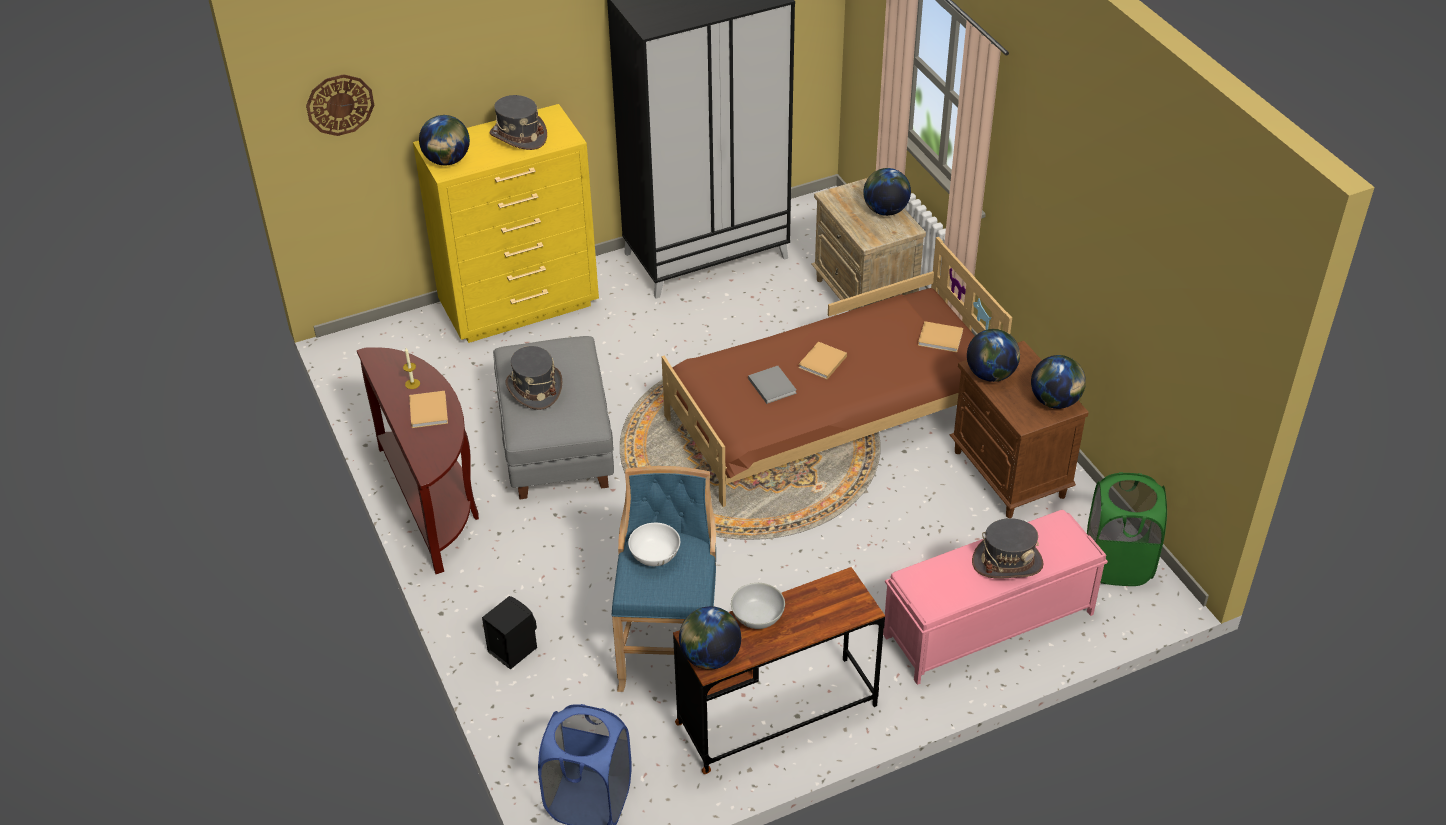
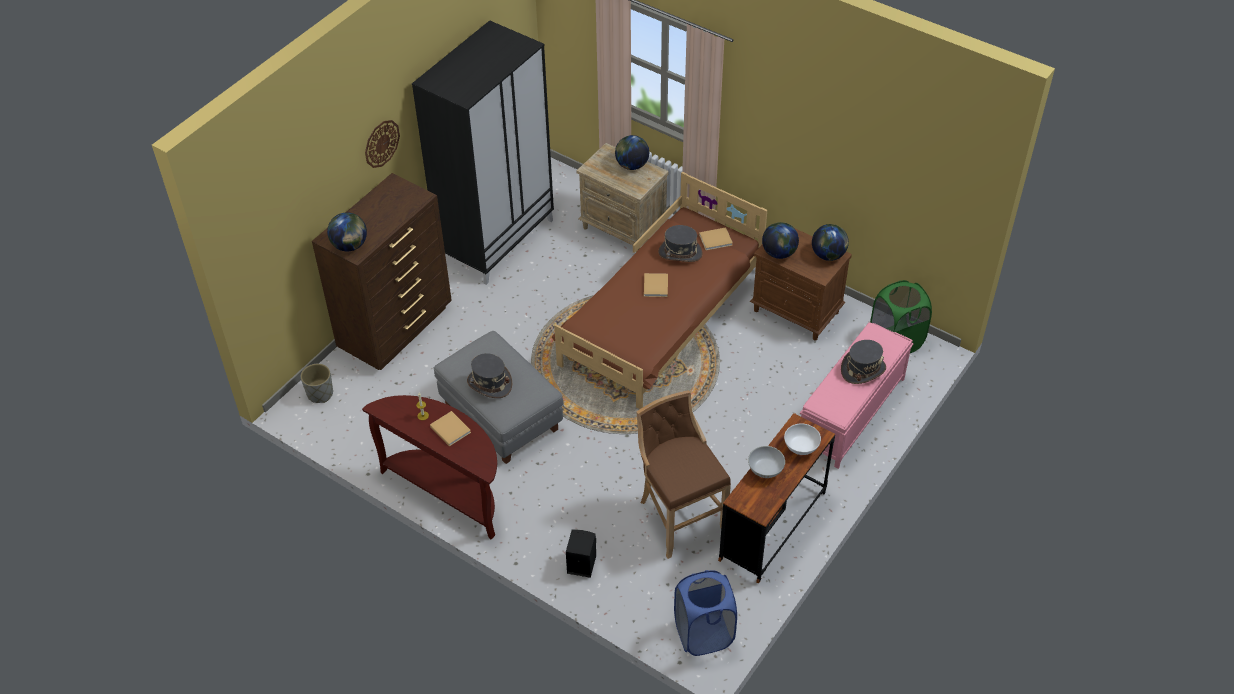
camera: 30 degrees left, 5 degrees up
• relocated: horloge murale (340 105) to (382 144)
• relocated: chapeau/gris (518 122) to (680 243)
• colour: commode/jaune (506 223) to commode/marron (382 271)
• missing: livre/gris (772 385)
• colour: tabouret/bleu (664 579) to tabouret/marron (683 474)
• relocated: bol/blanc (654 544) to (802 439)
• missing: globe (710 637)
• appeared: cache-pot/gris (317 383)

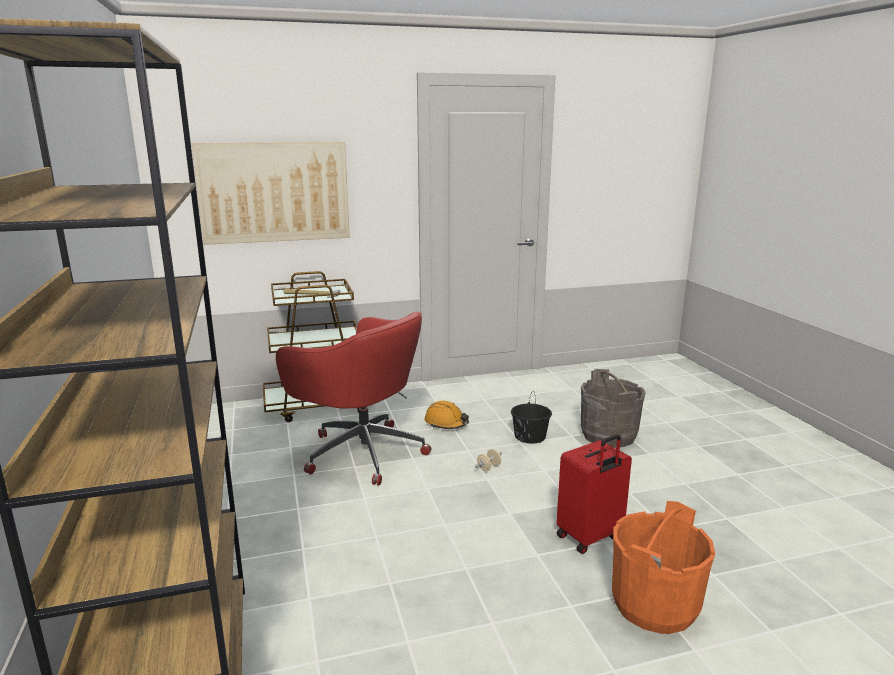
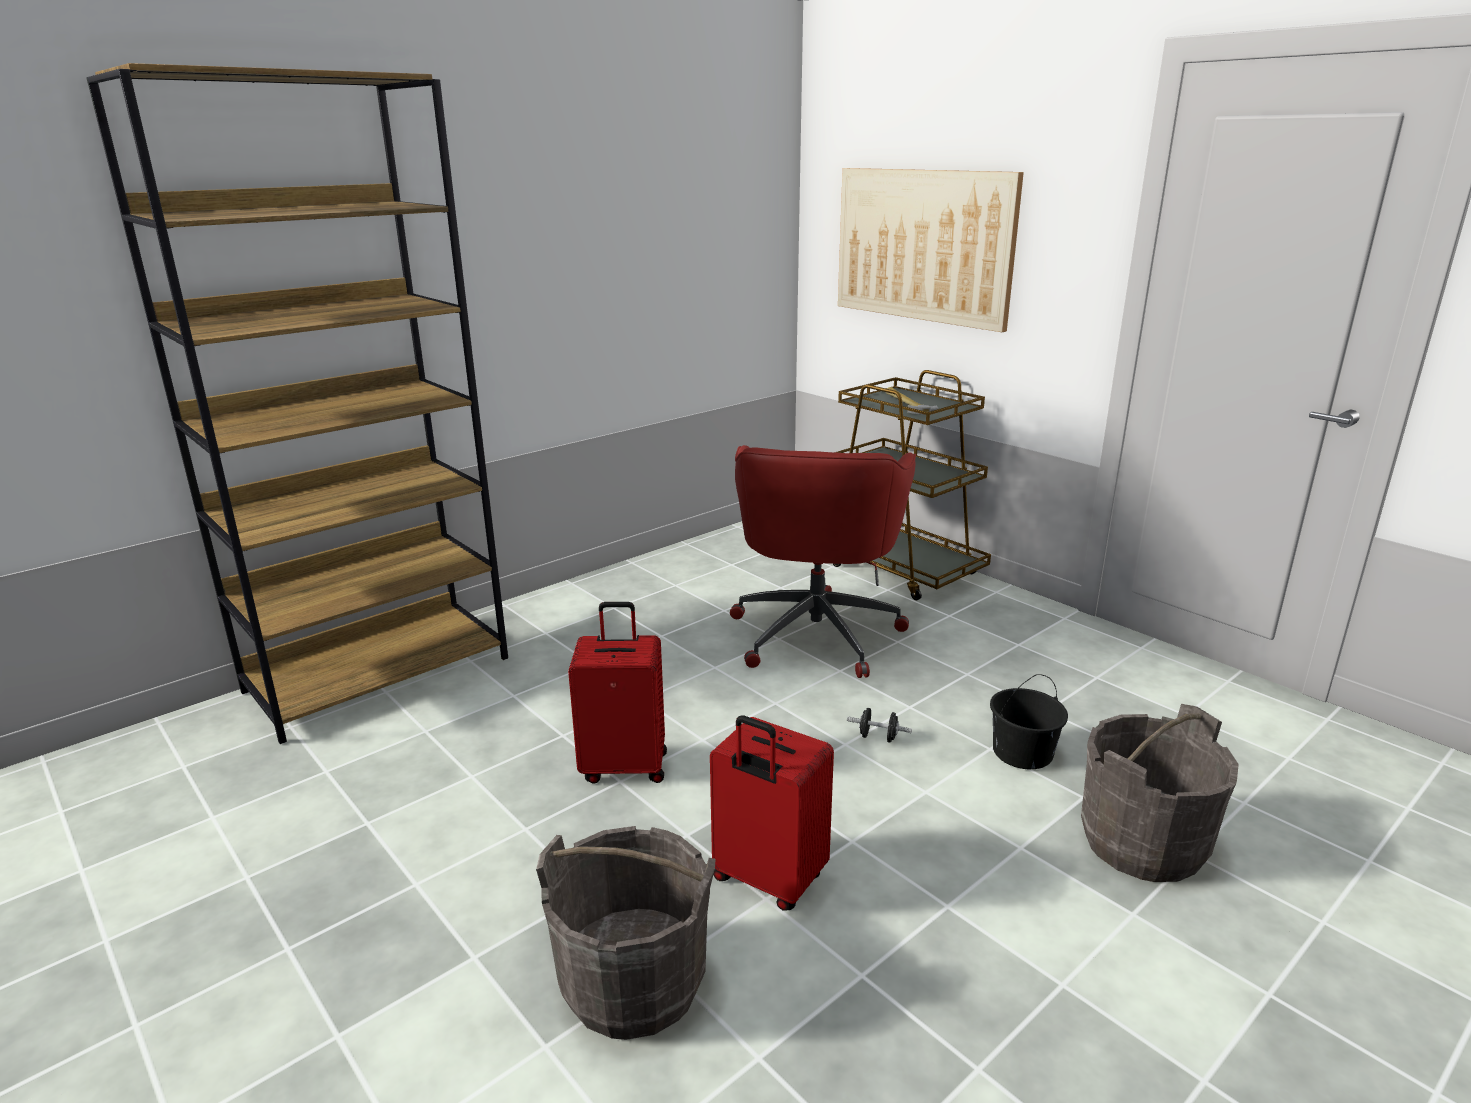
camera: 65 degrees right, 5 degrees up
• missing: casque de chantier/orange (447 415)
• colour: haltère/beige (488 460) to haltère/noir (879 725)
• colour: seau/orange (663 567) to seau/gris (626 933)
• appeared: valise/rouge (617 693)

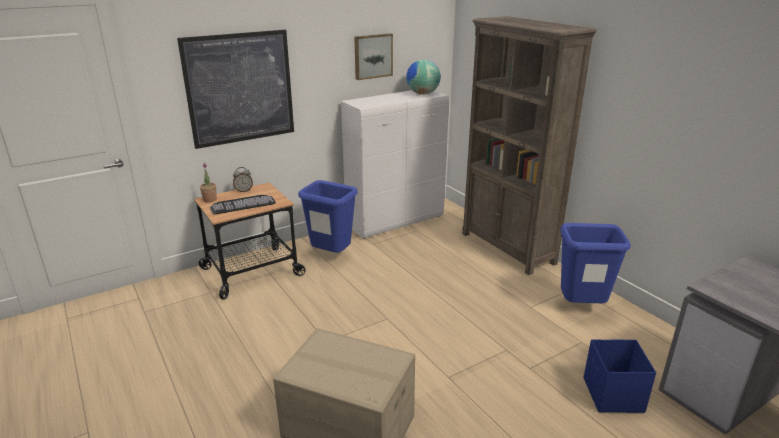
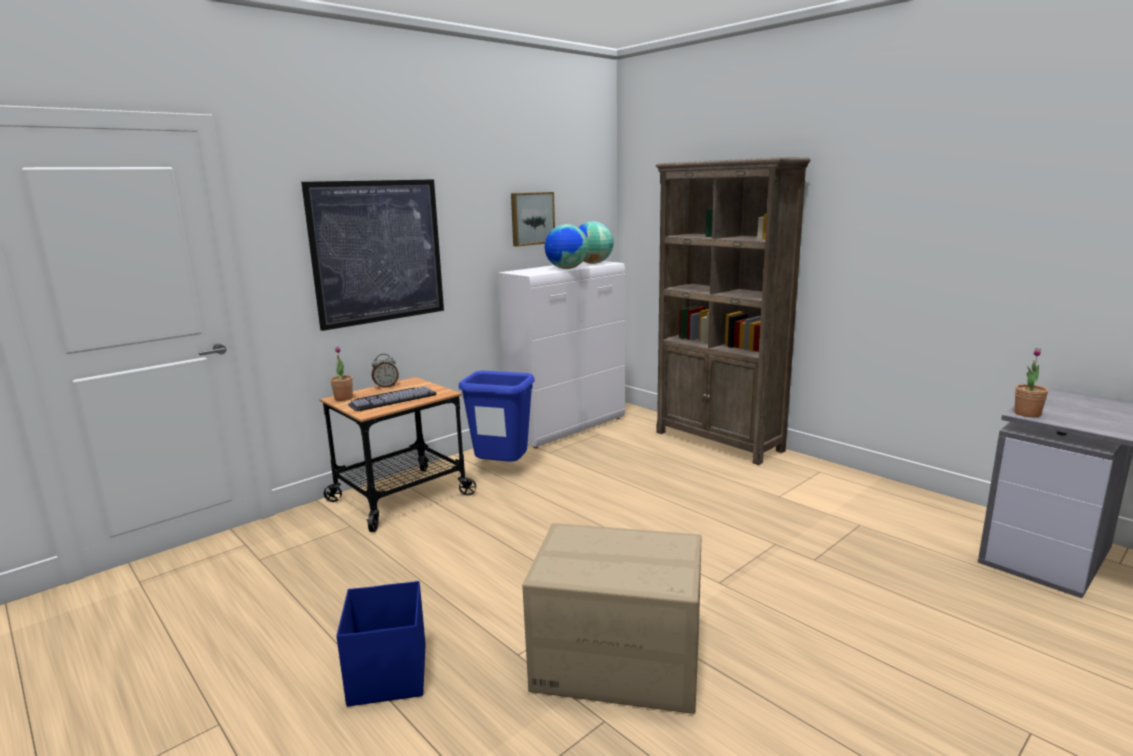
camera: 10 degrees left, 10 degrees down
• missing: poubelle/bleu (595 263)
• relocated: boîte de rangement/bleu (619 376) to (381 644)
• appeared: globe (566 246)
• appeared: plante en pot (1031 382)

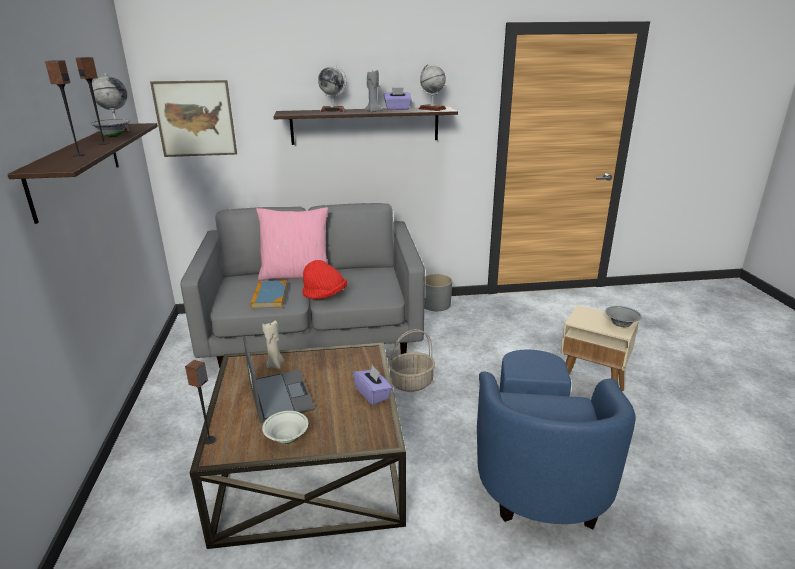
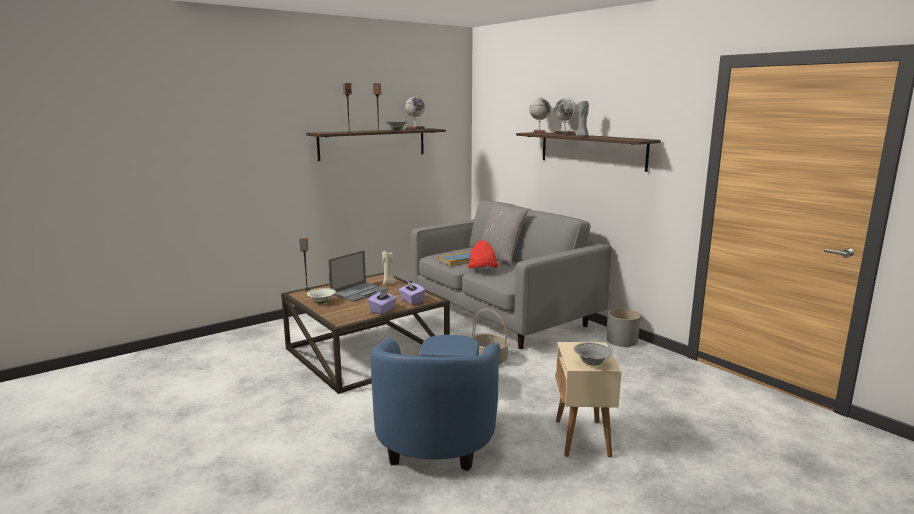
camera: 60 degrees right, 10 degrees down
• relocated: globe (432 87) to (540 115)
• missing: tableau (193 118)
• relocated: boîte à mouchoirs/violet (398 99) to (412 293)
• colour: coussin/rose (292 243) to coussin/gris (504 234)
• spun: fauteuil/bleu (556 439) = (435 403) 60 degrees counterclockwise

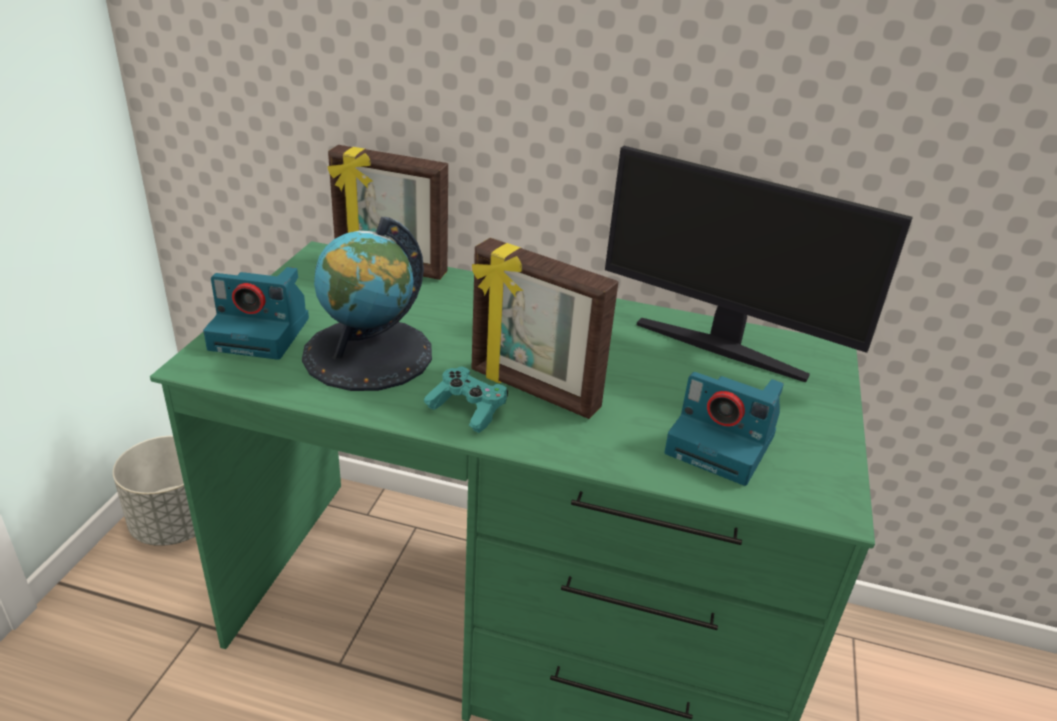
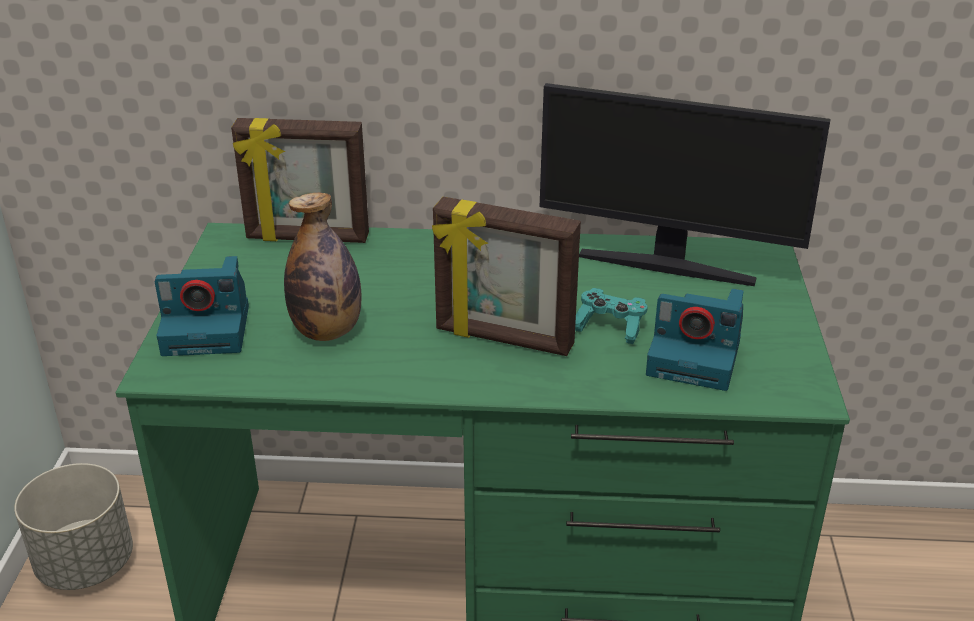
camera: 10 degrees left, 0 degrees up
• exchanged: globe (367 304) to bouteille (322 267)
• relocated: manette/turquoise (466 399) to (611 316)

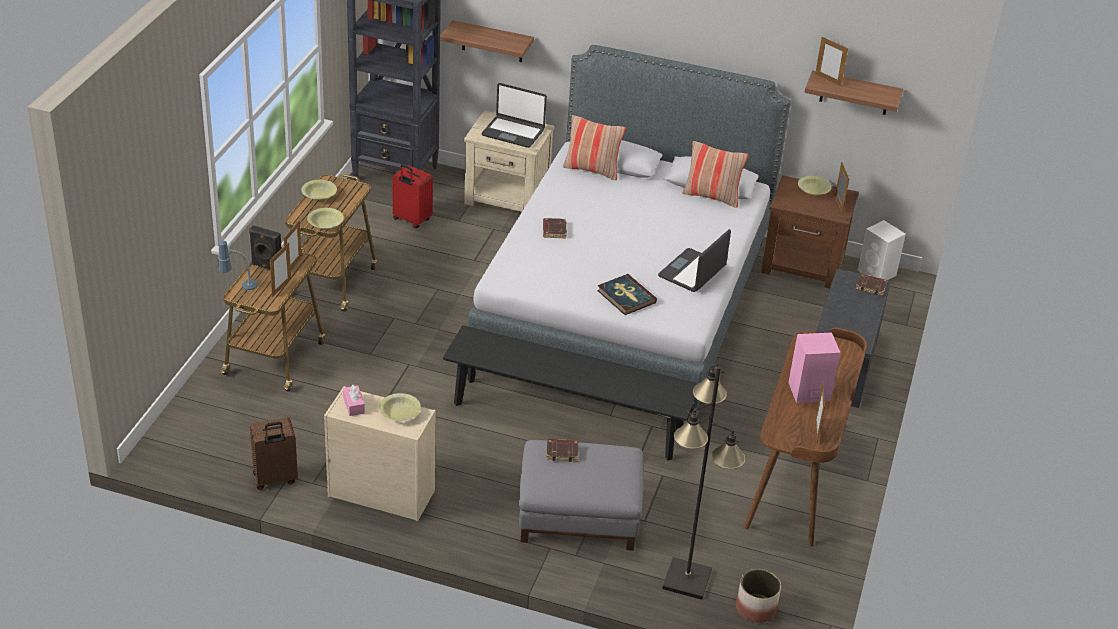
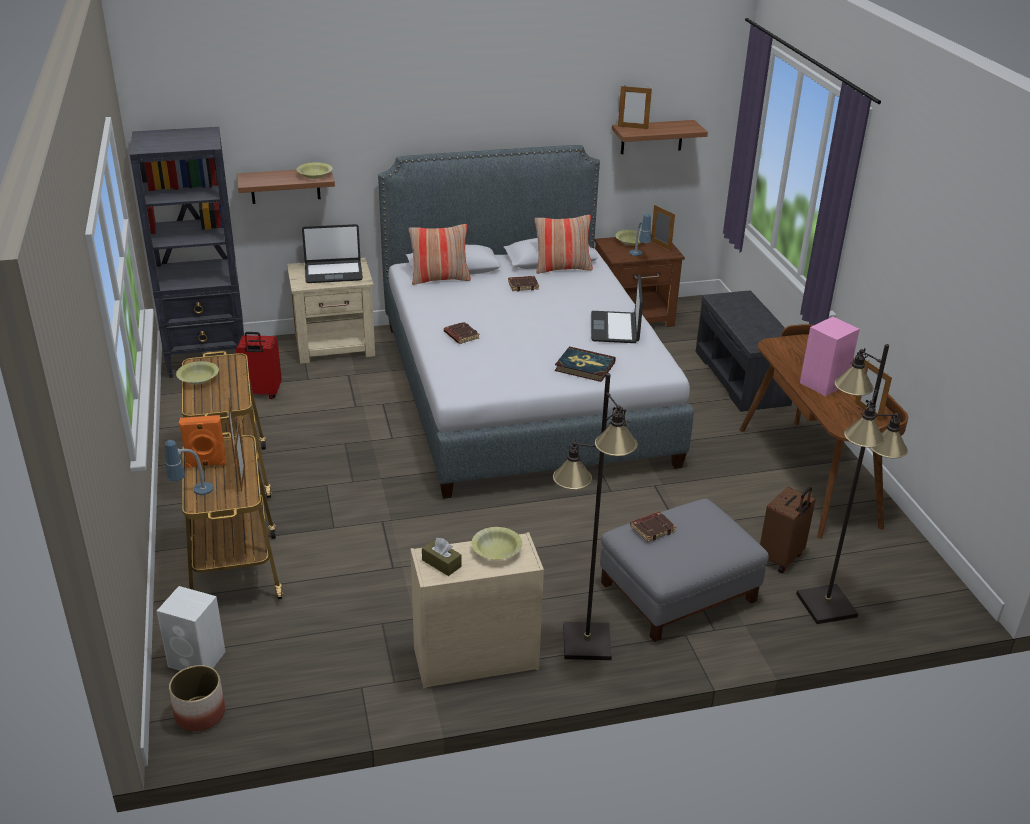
camera: 30 degrees left, 5 degrees down
• relocated: bol/jaune (325 218) to (314 170)
• relocated: enceinte/blanc (882 250) to (191 628)
• colour: enceinte/noir (265 247) to enceinte/orange (202 441)
• relocated: livre/marron (872 284) to (523 283)
• missing: banc/noir (570 392)
• colour: boîte à mouchoirs/rose (354 400) to boîte à mouchoirs/marron (442 557)
• relocated: valise/marron (274 453) to (788 530)
• relocated: cache-pot (758 596) to (197 698)
• appeared: lampe de table (640 234)
• appeared: lampadaire/noir (595 516)

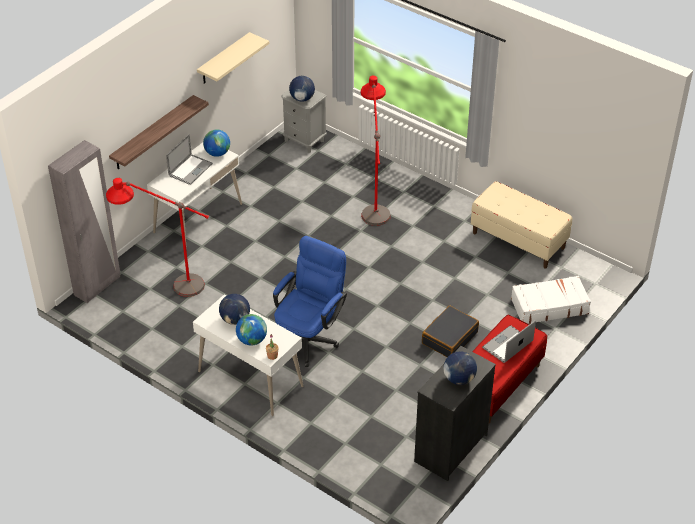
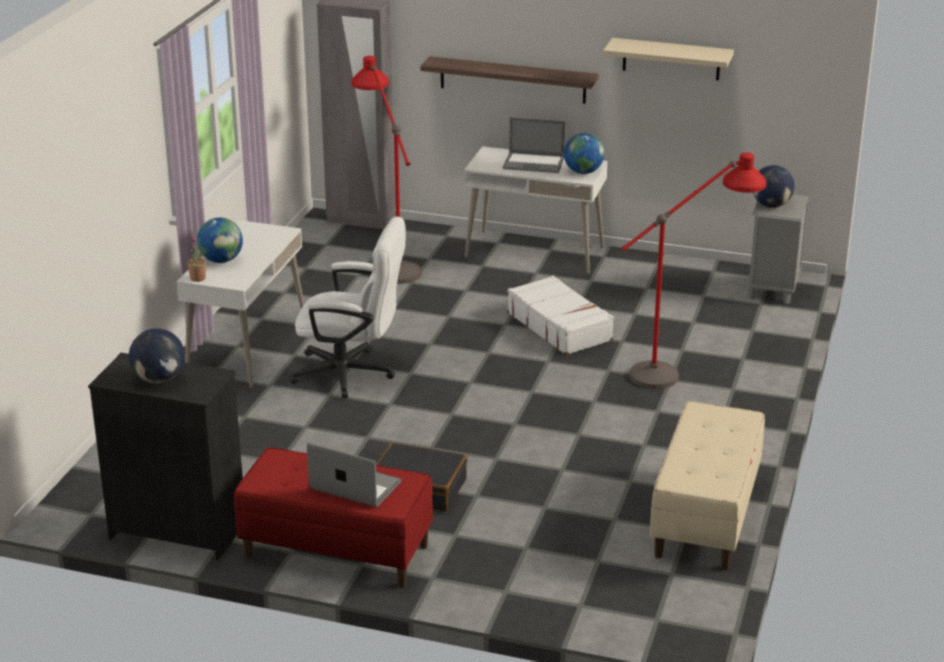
camera: 70 degrees right, 15 degrees down
• colour: chaise de bureau/bleu (310 301) to chaise de bureau/blanc (347 307)
• relocated: valise/blanc (551 300) to (560 315)
• missing: globe (234 309)

